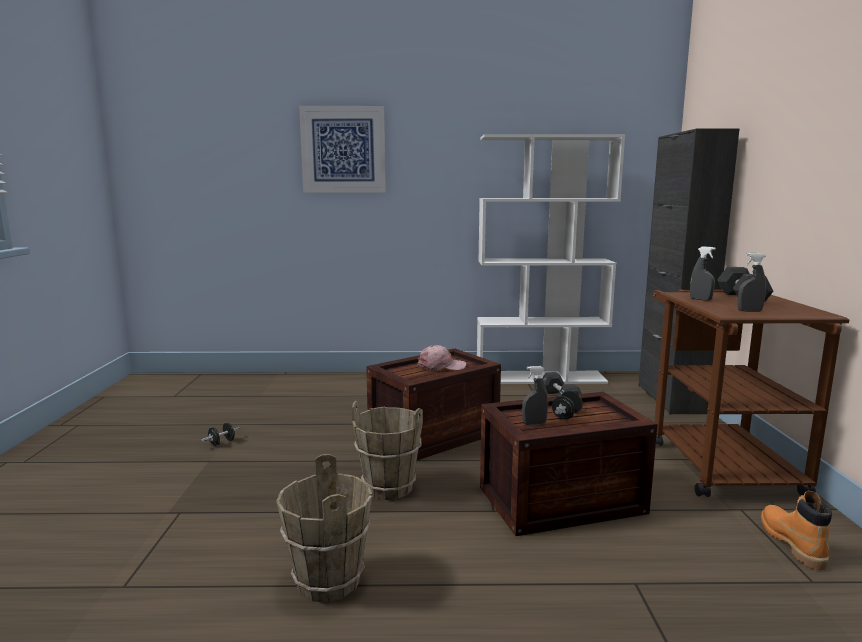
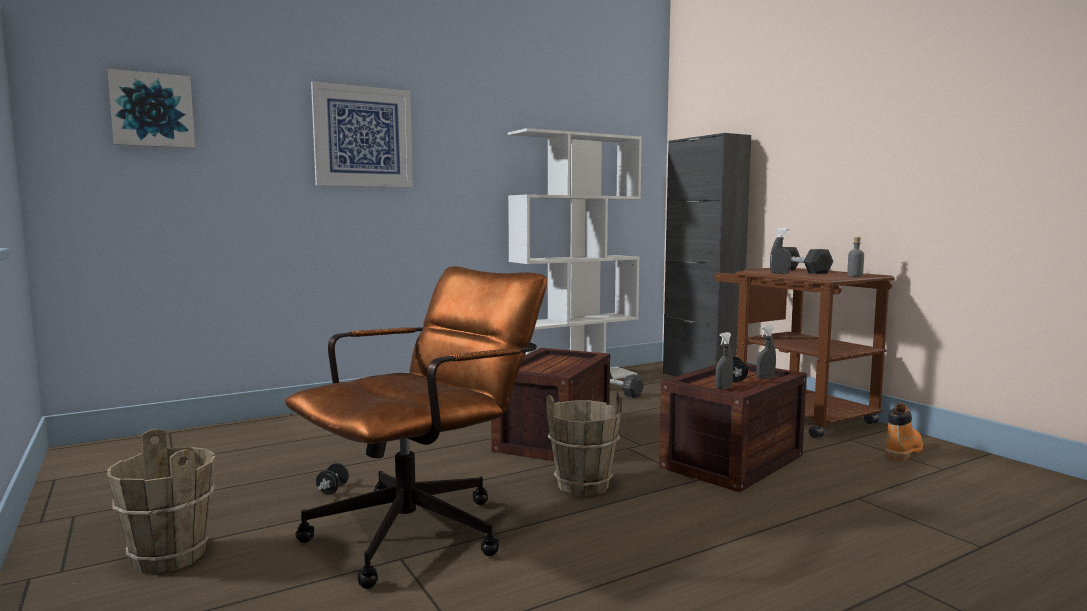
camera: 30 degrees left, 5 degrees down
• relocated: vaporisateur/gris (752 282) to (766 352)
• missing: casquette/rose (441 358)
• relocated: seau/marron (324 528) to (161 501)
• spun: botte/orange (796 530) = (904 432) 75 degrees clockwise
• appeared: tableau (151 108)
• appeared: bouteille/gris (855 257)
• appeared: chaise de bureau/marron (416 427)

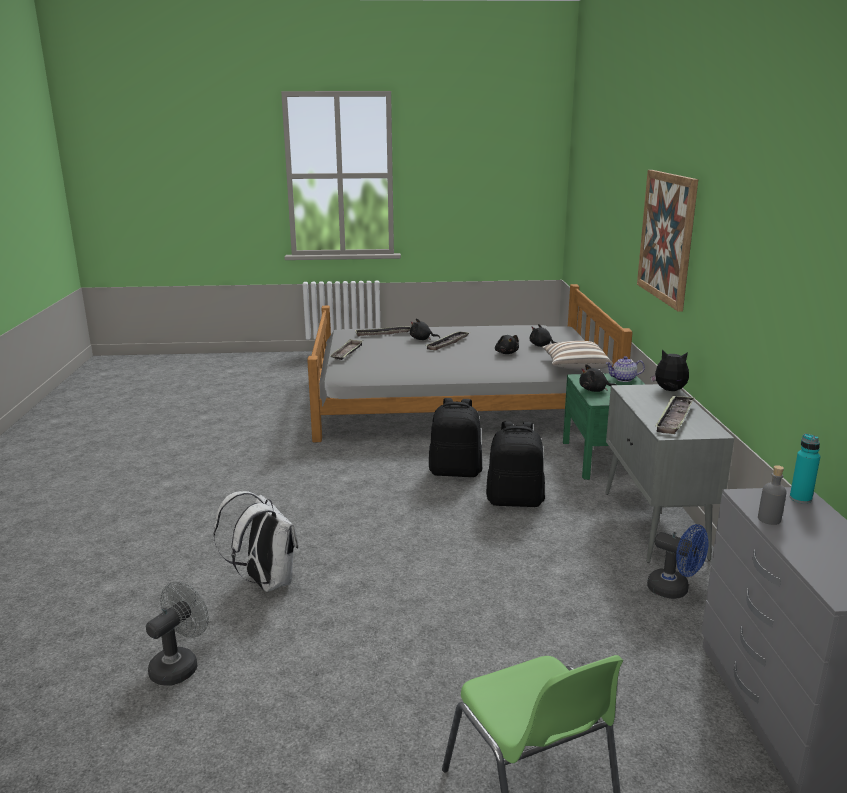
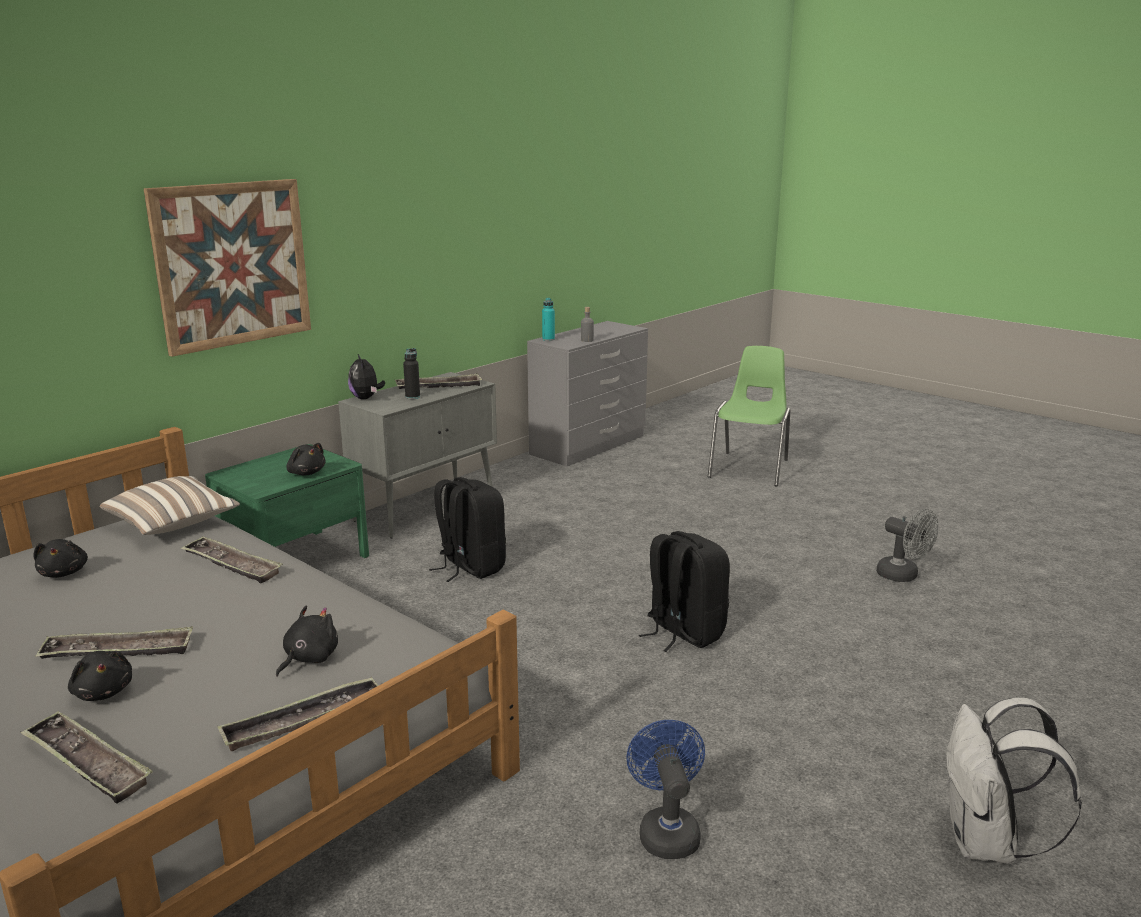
camera: 135 degrees left, 0 degrees up
• relocated: peluche/noir (507 344) to (307 641)
• missing: théière (625 369)
• relocated: sac à dos/noir (455 437) to (684 591)
• relocated: sac à dos/blanc (256 541) to (1014 780)
• relocated: ventilateur/bleu (678 561) to (666 789)
• spun: ventilateur/gris (177 633) = (907 545) 120 degrees counterclockwise
• appeared: bouteille/noir (411 373)
• appeared: plateau (231 560)

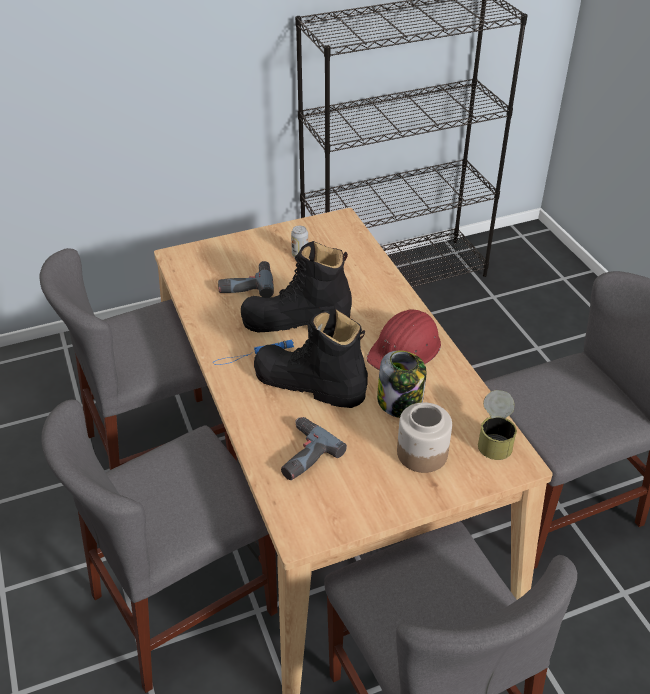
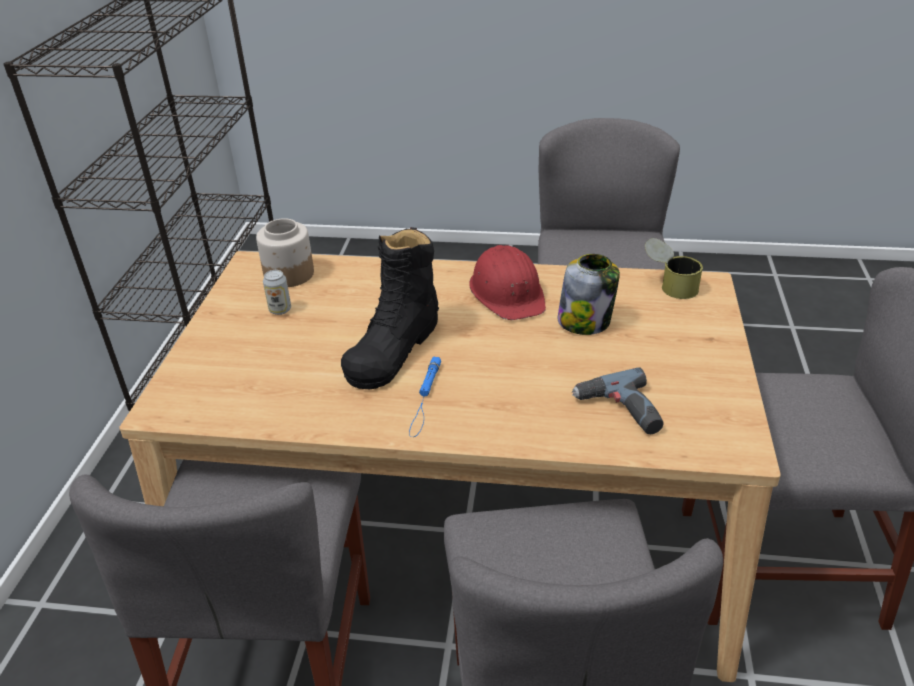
camera: 60 degrees left, 5 degrees down
• missing: perceuse (246 279)
• missing: botte/noir (311 358)
• relocated: bocal (424 437) to (285 252)

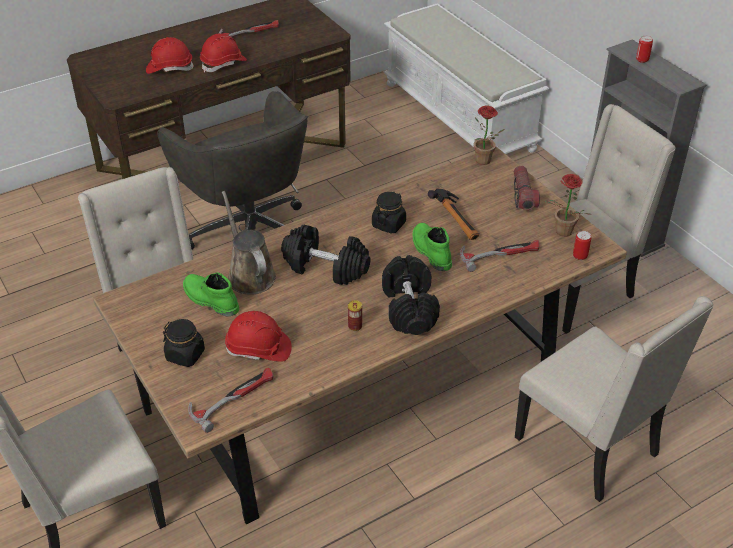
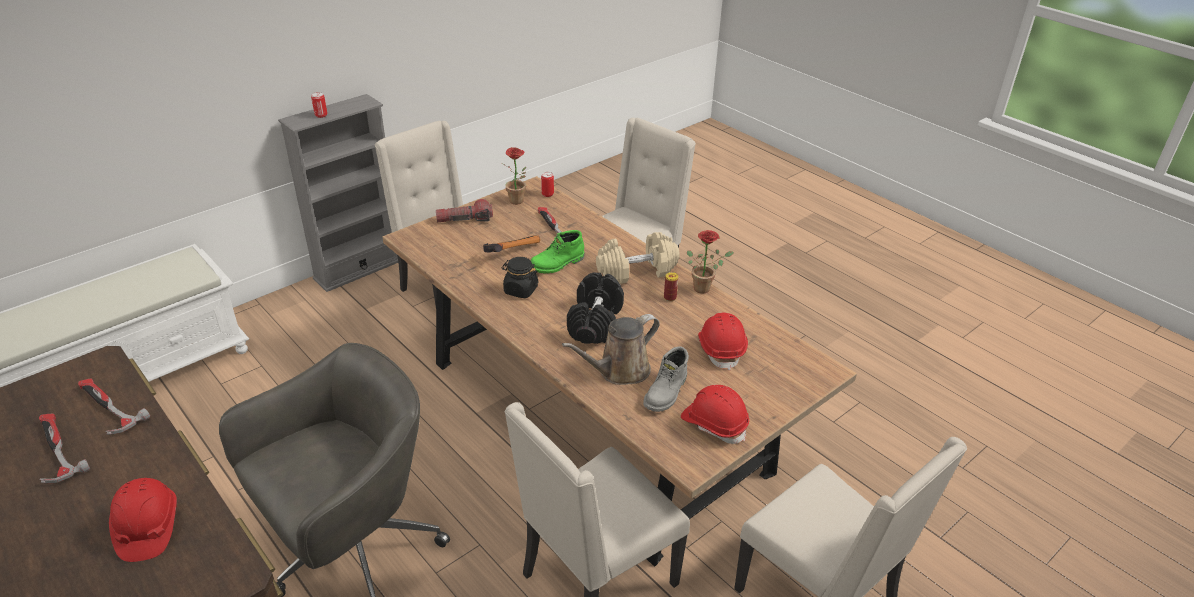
camera: 100 degrees left, 5 degrees down
• relocated: casque de chantier/rouge (223 53) to (715 414)
• relocated: plante en pot (489 135) to (710 261)
• colour: haltère/noir (411 295) to haltère/beige (638 258)
• colour: botte/vert (211 294) to botte/gris (666 379)
• missing: bocal/noir (184 343)
• relocated: marteau (230 400) to (114 406)

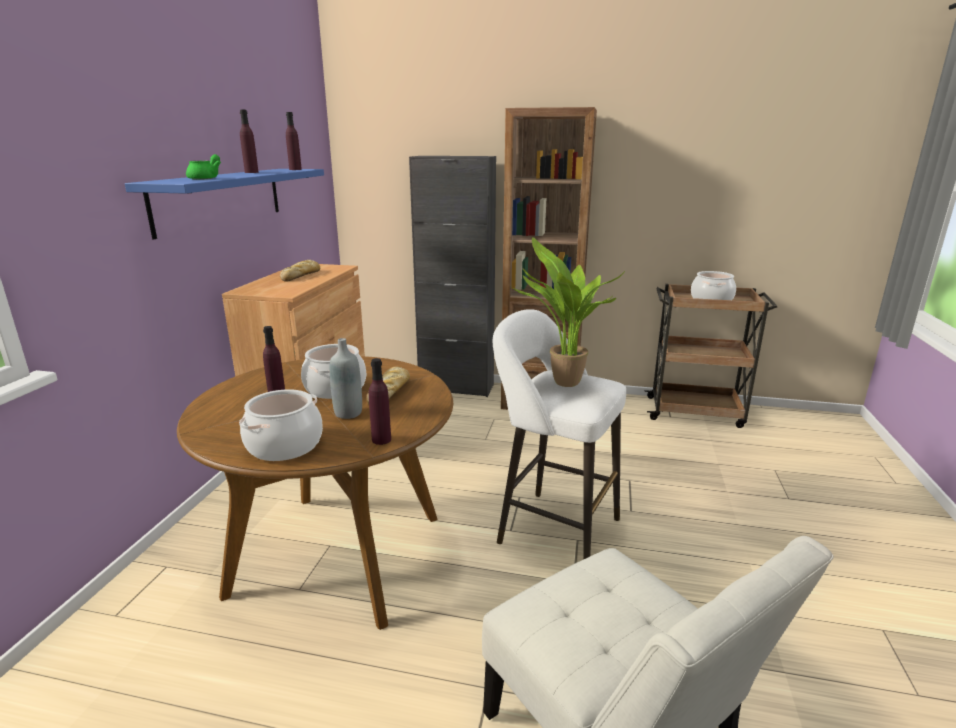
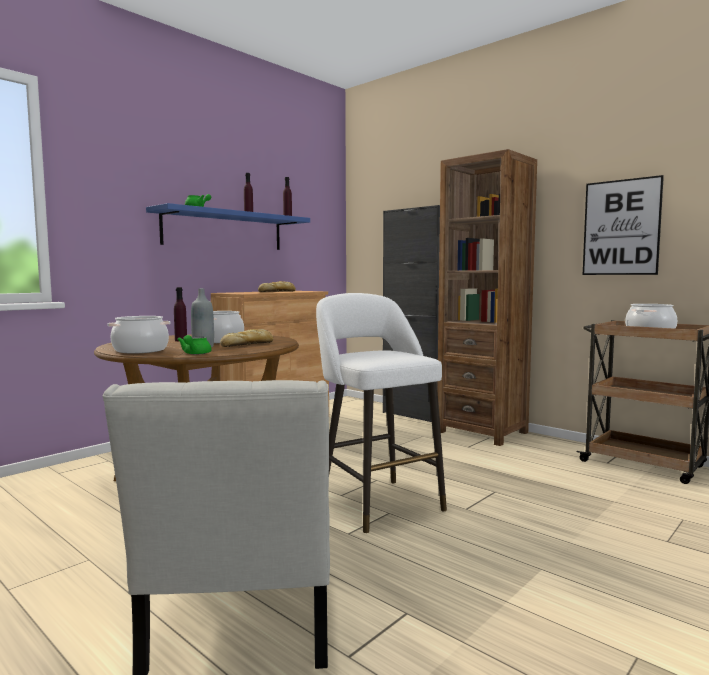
camera: 30 degrees right, 15 degrees down
• missing: plante en pot (568 312)
• exchanged: bouteille/violet (380 401) to théière/vert (194 345)
• appeared: tableau (623 225)

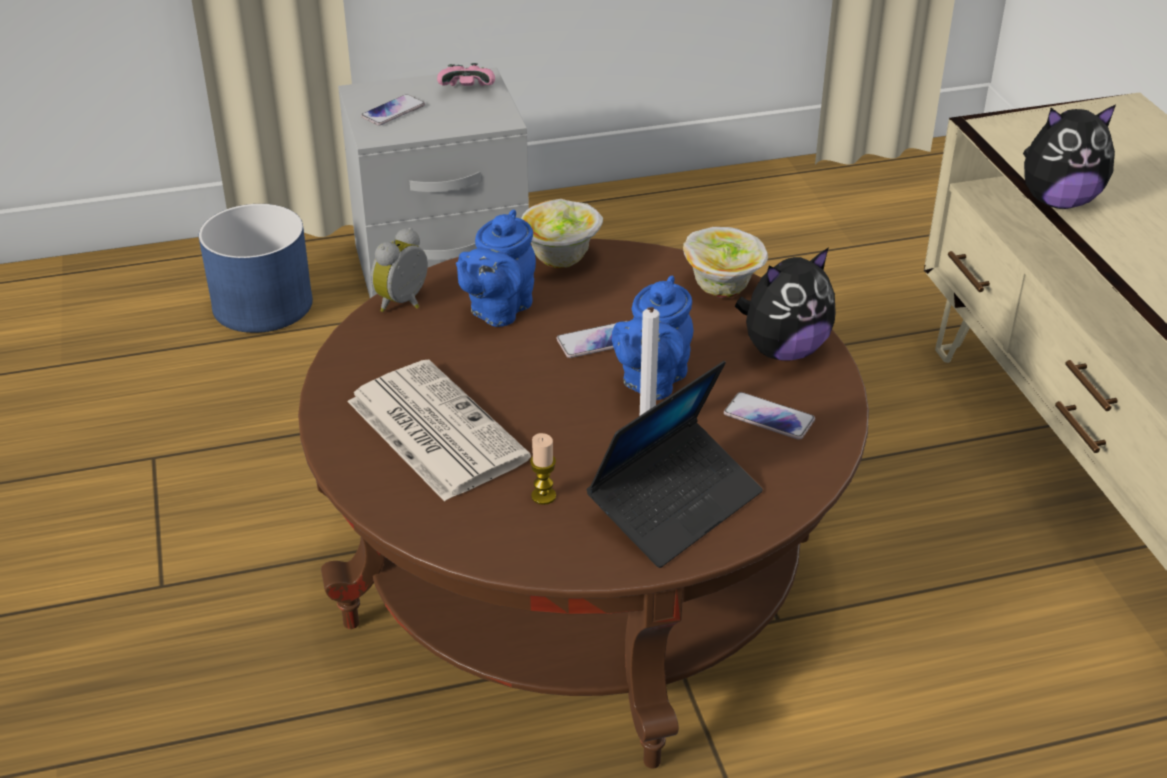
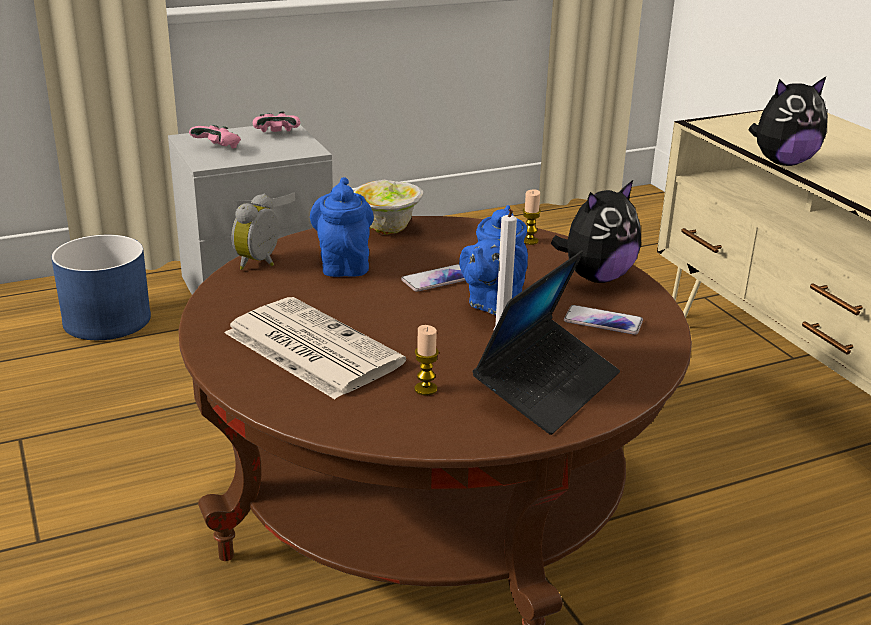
camera: 10 degrees left, 10 degrees down
• exchanged: téléphone (393 110) to manette/rose (215 137)
• spun: théière/bleu (496 268) = (342 227) 150 degrees clockwise
• exchanged: bol (725 262) to bougie (532 217)

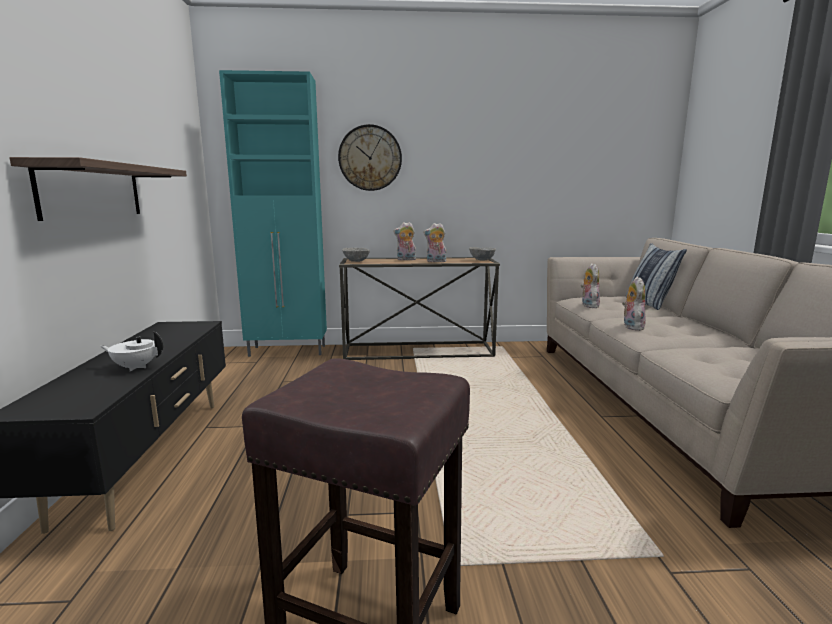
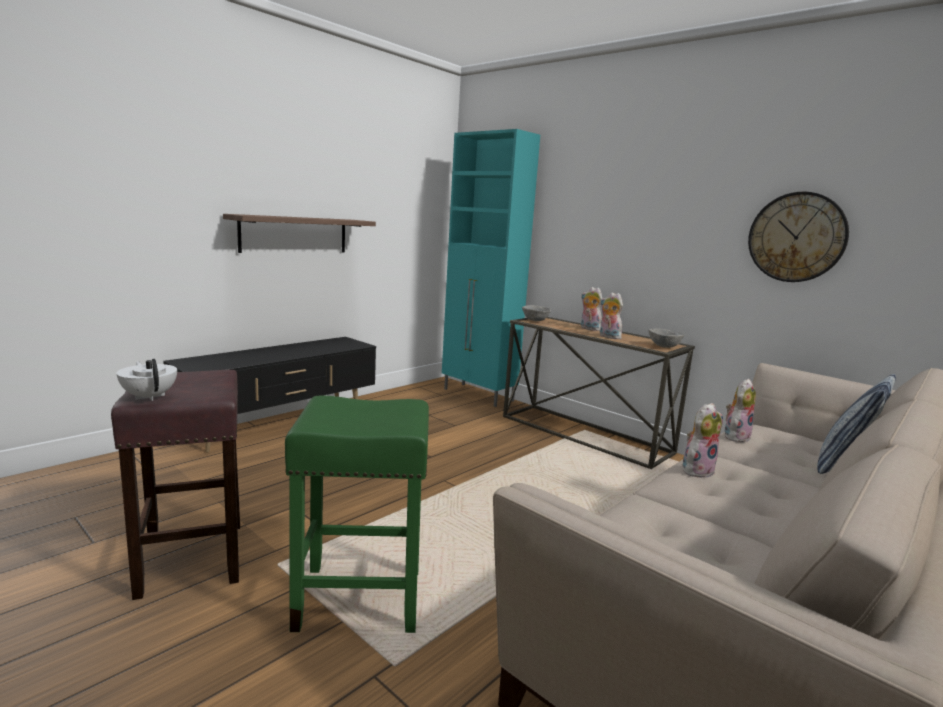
camera: 45 degrees right, 0 degrees up
• relocated: horloge murale (370 157) to (798 236)
• relocated: théière/blanc (131 351) to (146 380)
• appeared: tabouret/vert (357 514)

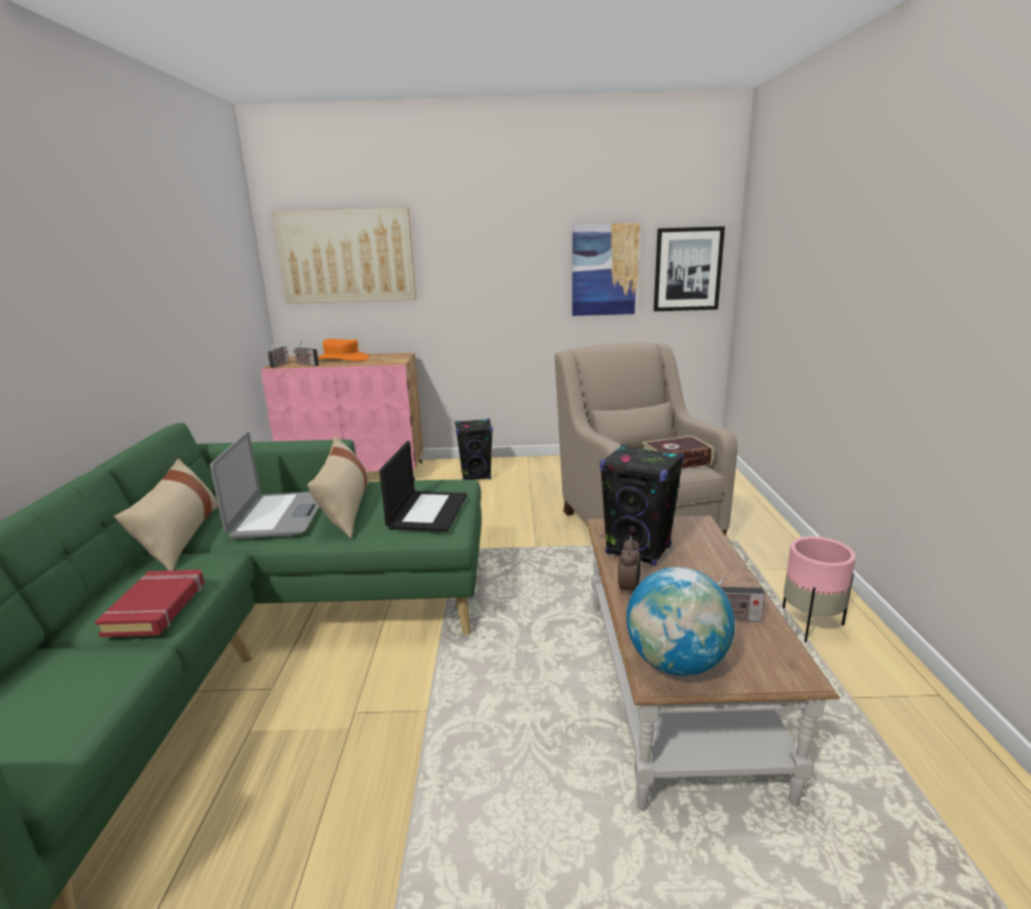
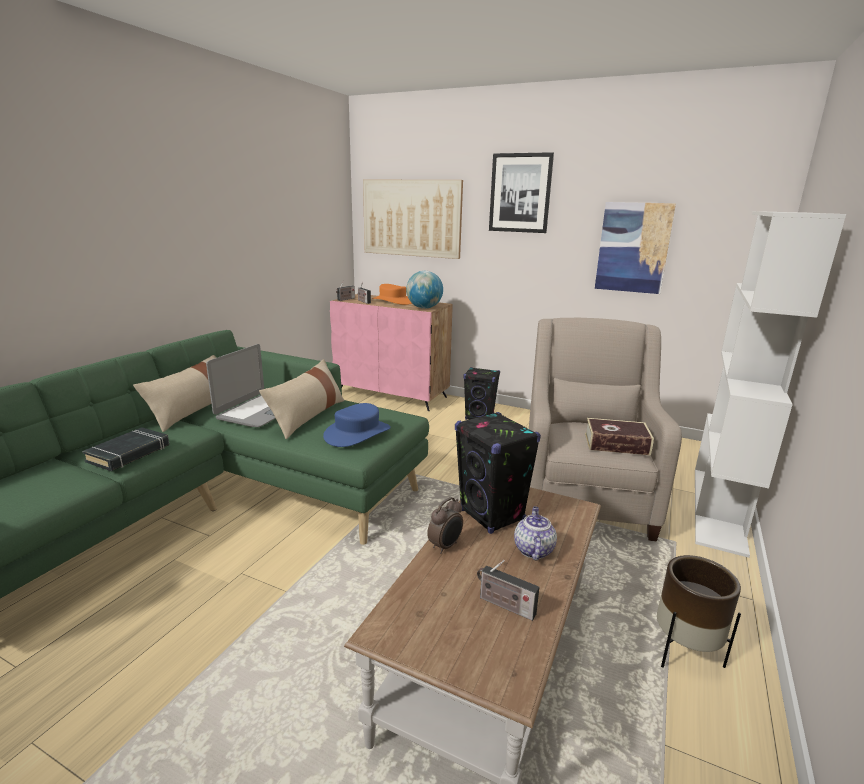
camera: 25 degrees right, 0 degrees up
• relocated: tableau (689 268) to (521 192)
• exchanged: ordinateur portable (423 486) to chapeau/bleu (357 425)
• colour: cache-pot/rose (819 589) to cache-pot/marron (699 611)
• relocated: globe (680 621) to (424 290)
• colour: livre/rouge (150 603) to livre/noir (125 449)
• appeared: bibliothèque/blanc (770 384)
• appeared: théière (535 533)

